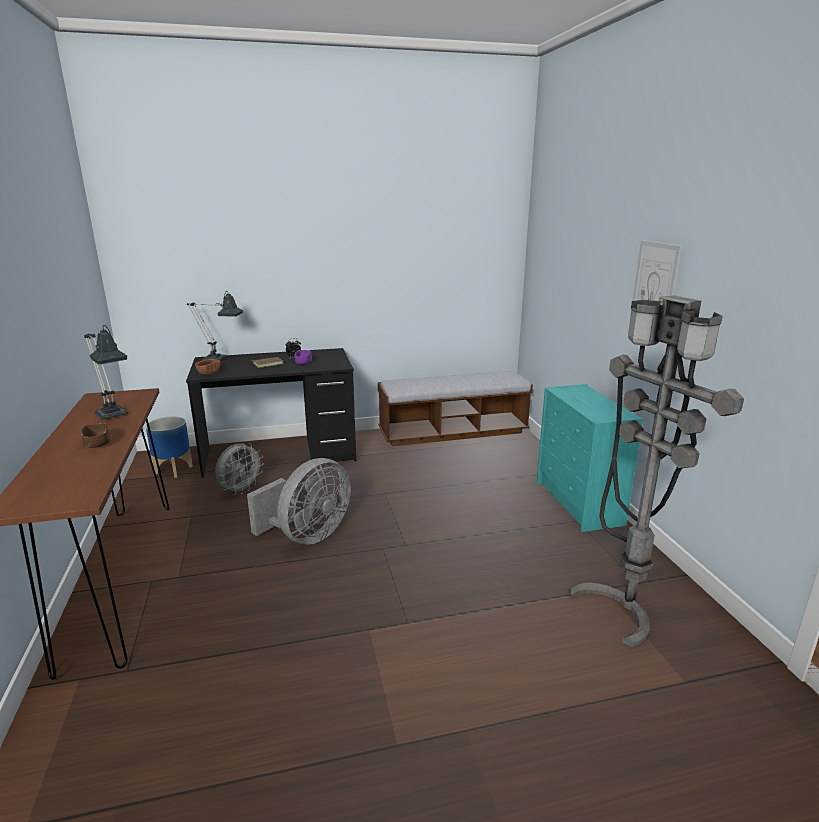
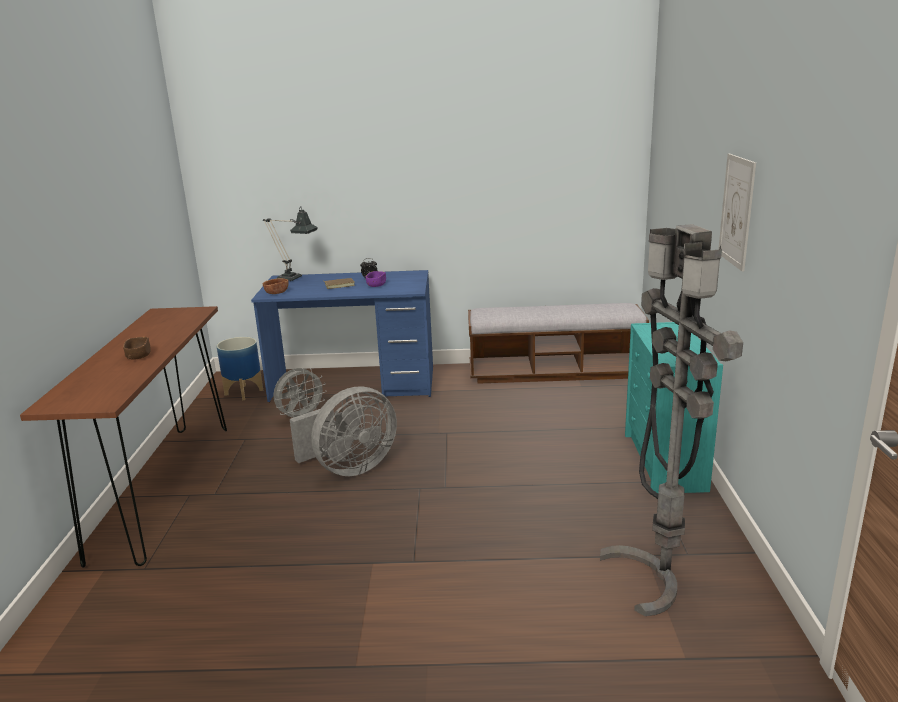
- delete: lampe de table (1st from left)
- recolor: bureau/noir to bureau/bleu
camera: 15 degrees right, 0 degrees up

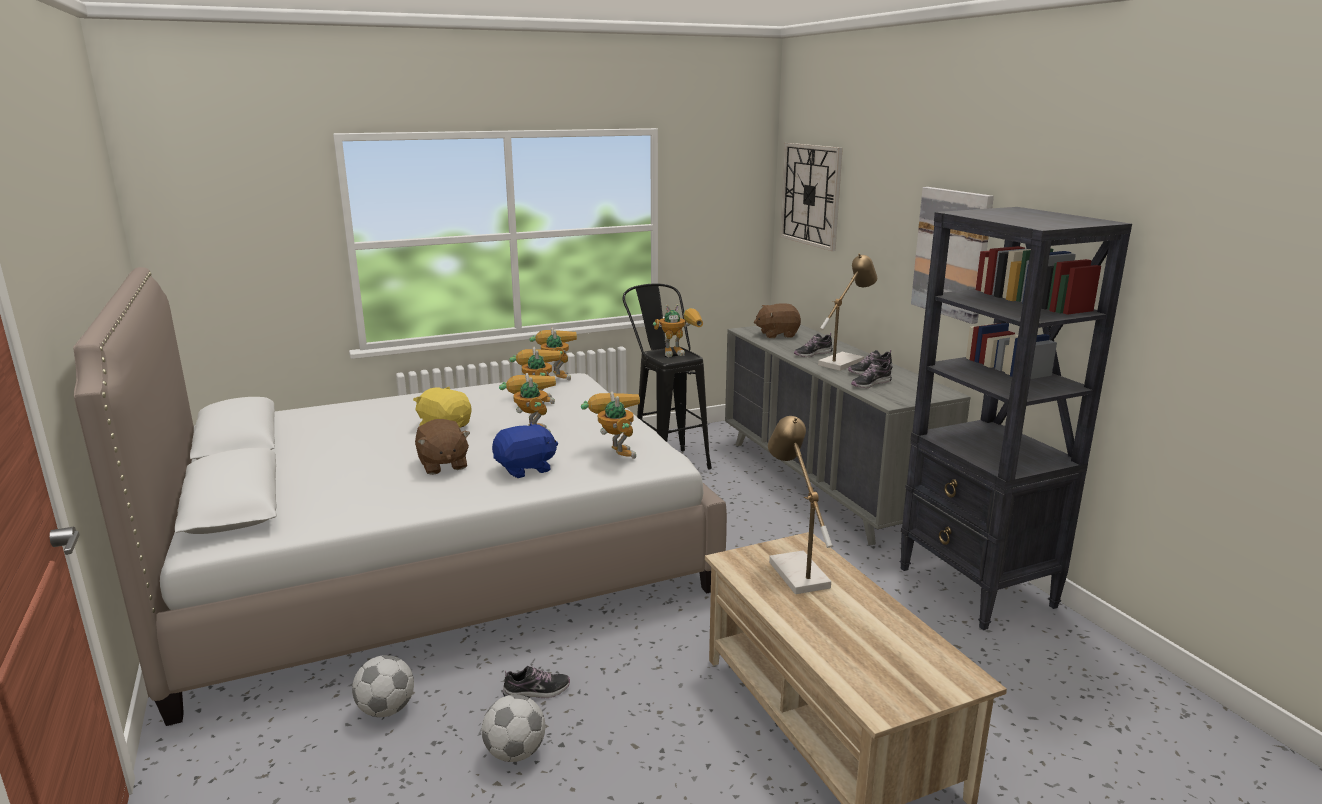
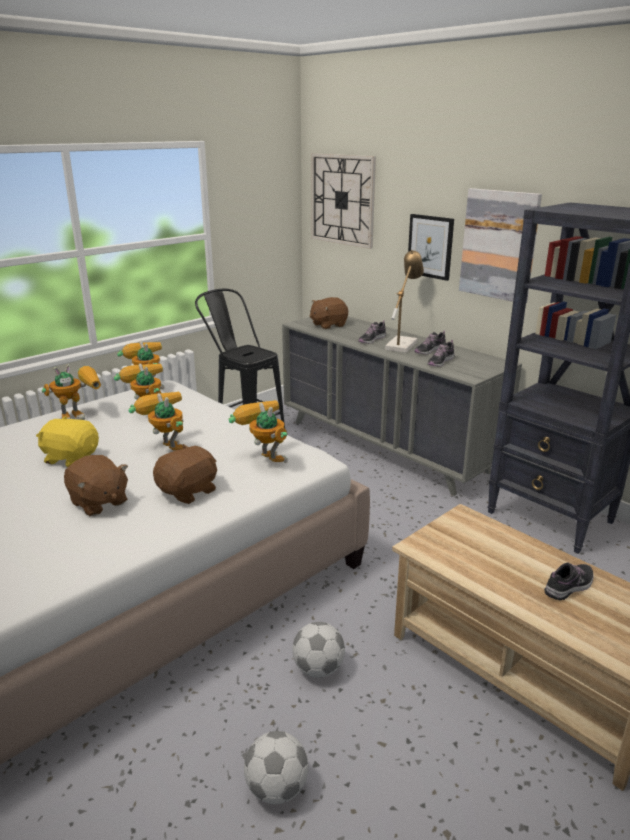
- move: robot jouet (5th from left in the first image) to robot jouet (1st from left)
- delete: lampe de table (1st from left)
- recolor: peluche/bleu to peluche/marron (2nd from left)
- move: ballon de foot (1st from left in the first image) to ballon de foot (2nd from left)
- move: chaussure (1st from left in the first image) to chaussure (4th from left)
- insert: tableau (1st from left)
camera: 20 degrees left, 5 degrees up

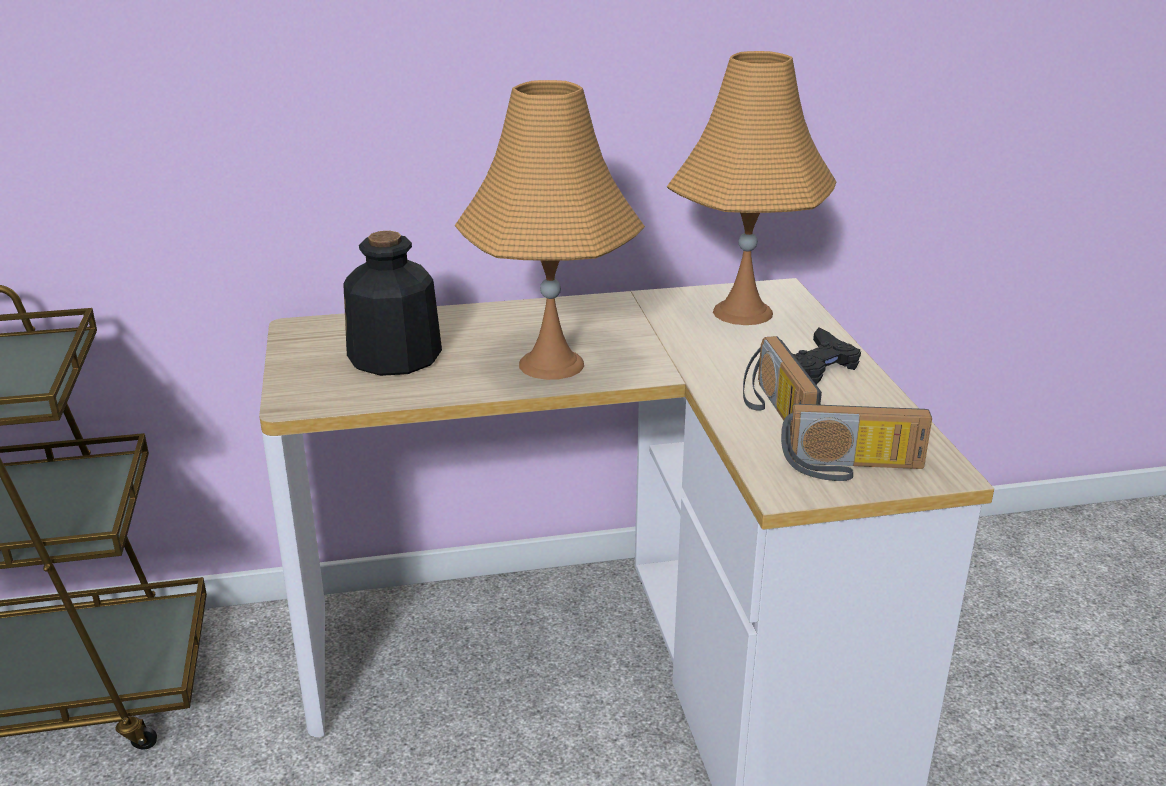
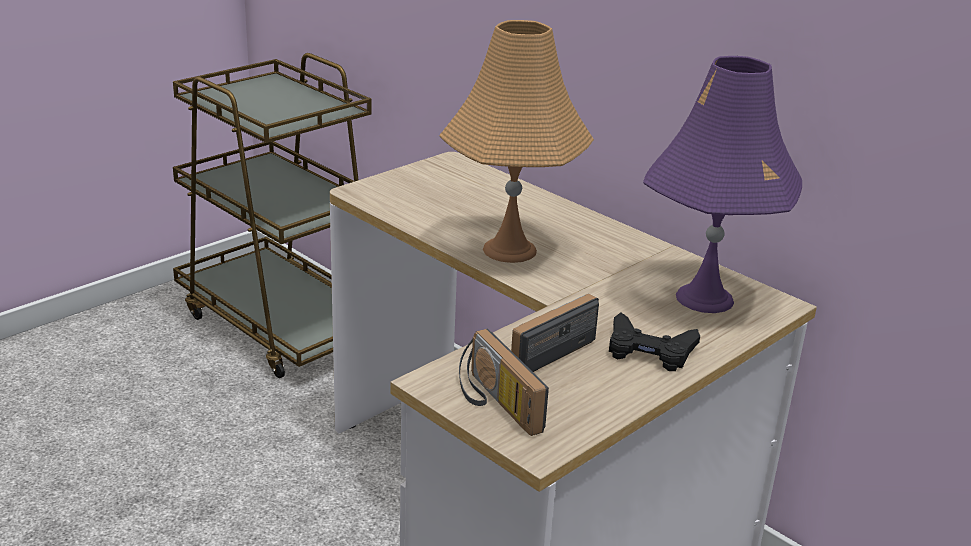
- recolor: lampe de table/orange (2nd from left) to lampe de table/violet
- delete: bouteille
camera: 55 degrees right, 0 degrees up

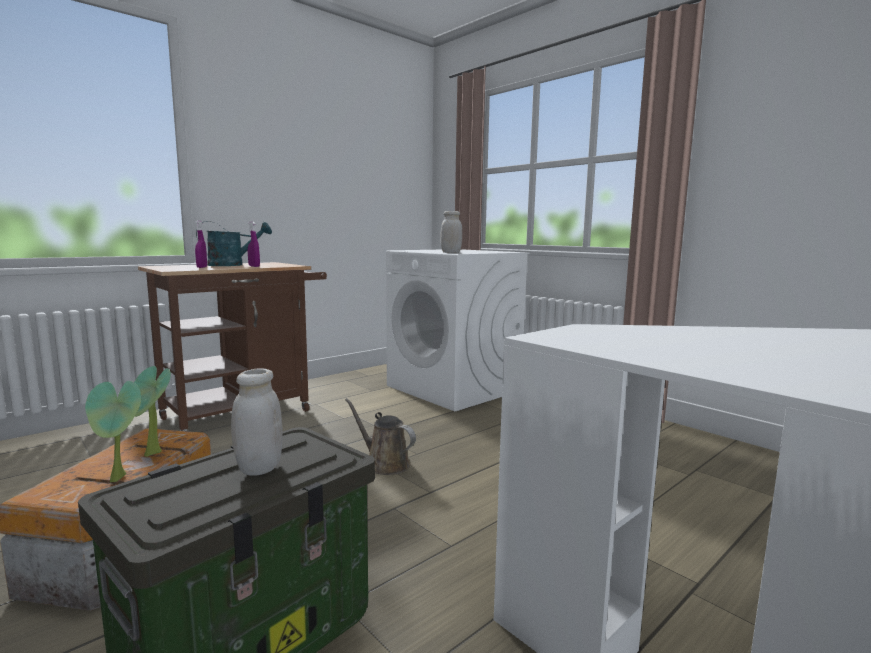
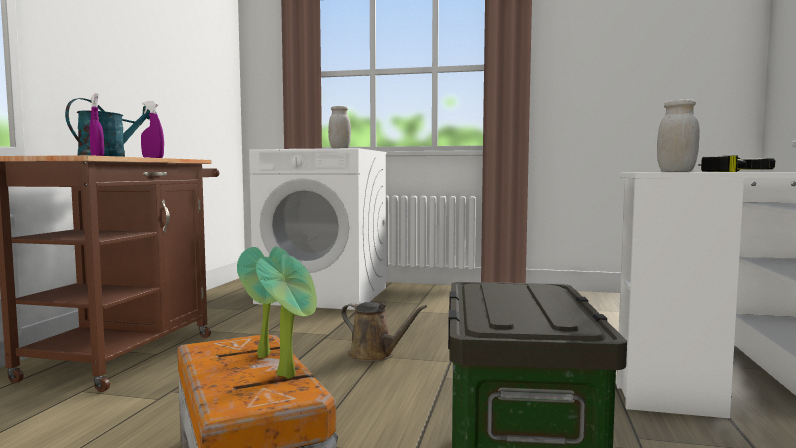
- move: bocal/blanc (1st from left in the first image) to bocal/blanc (2nd from left)
- rotate: arrosoir/marron 150 degrees counterclockwise
- insert: perceuse
camera: 35 degrees left, 5 degrees down

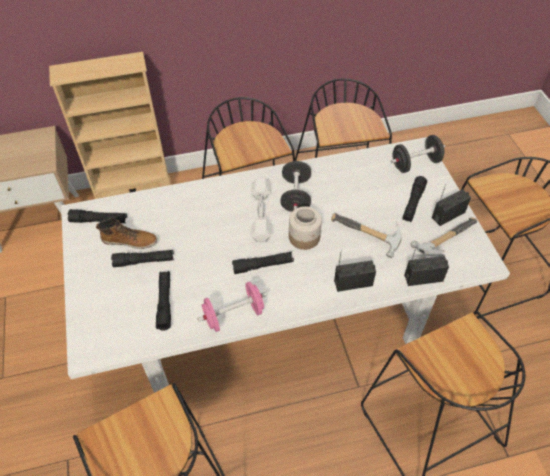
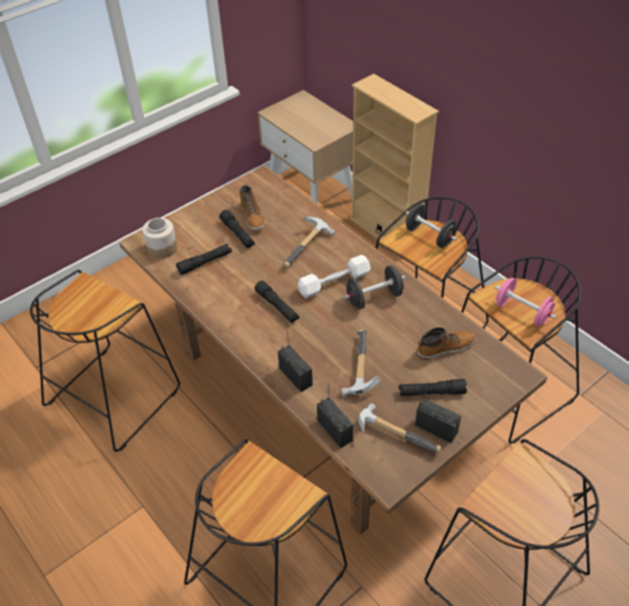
- move: haltère/noir (2nd from left)
- recolor: table à manger/blanc to table à manger/marron
- move: bocal
- delete: lampe de poche/noir (1st from left)
- move: haltère/rose
- insert: marteau (1st from left)
- insert: botte (2nd from left)
camera: 65 degrees right, 5 degrees down

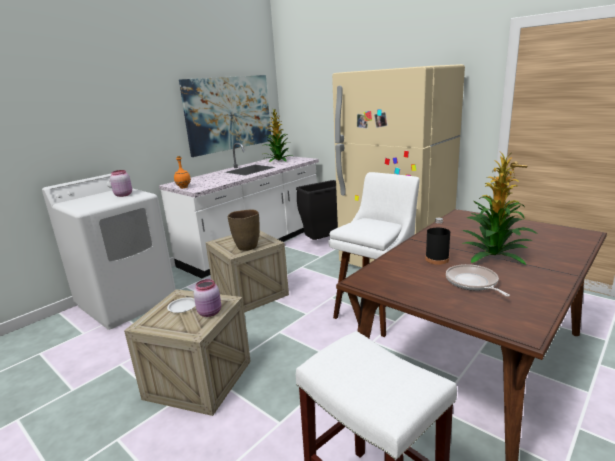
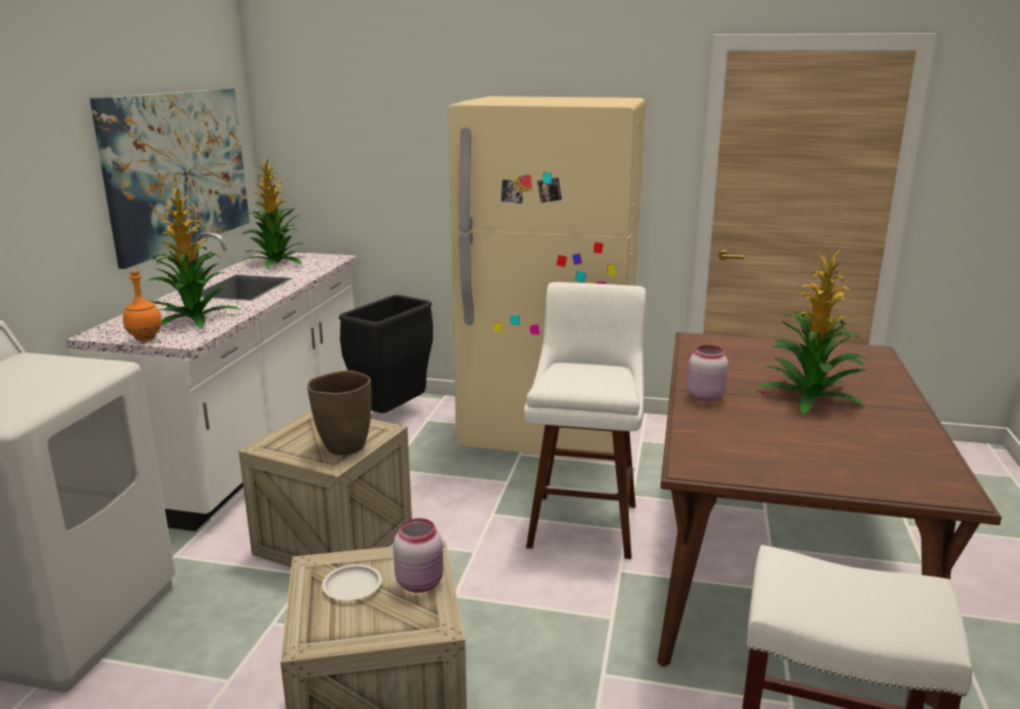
- move: bocal/rose (1st from left in the first image) to bocal/rose (2nd from left)
- delete: bouteille/noir
- delete: poêle
- insert: plante en pot (1st from left)
camera: 30 degrees left, 0 degrees up

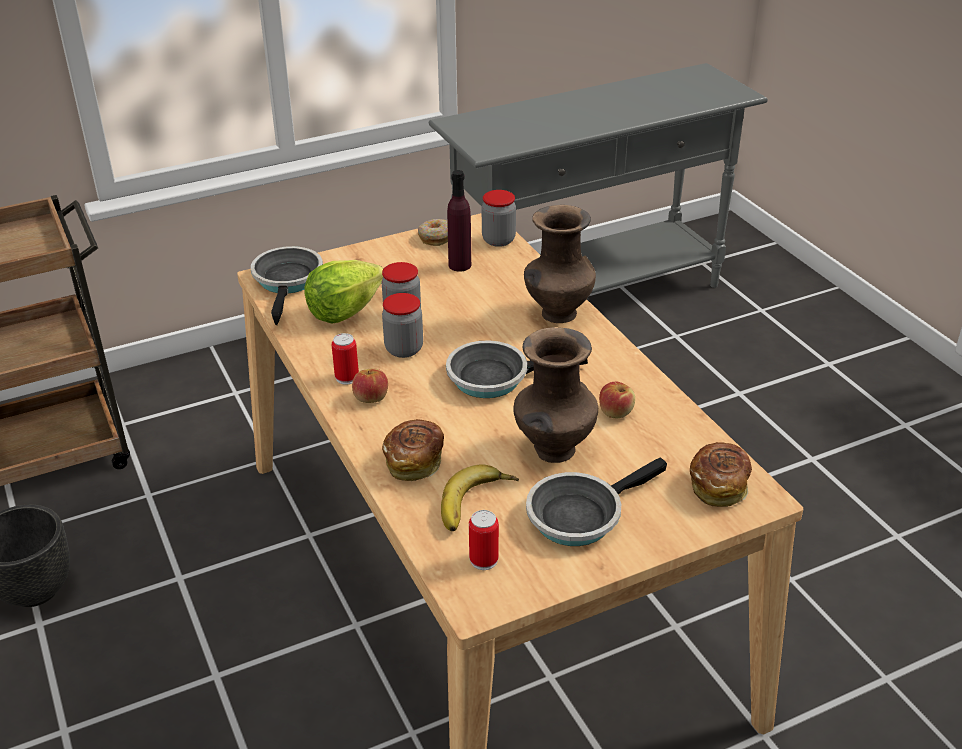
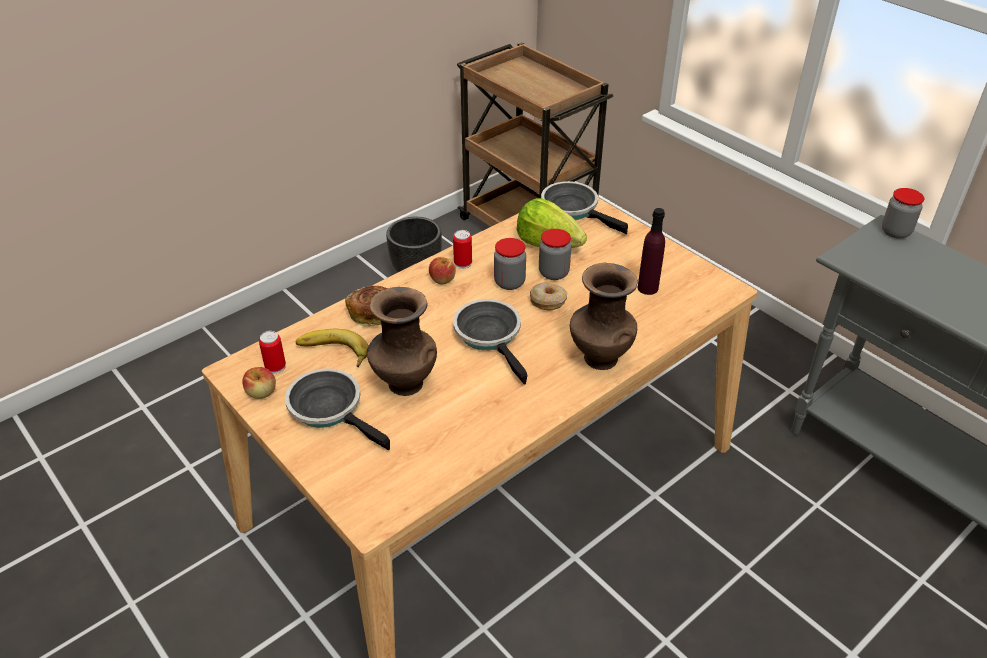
- move: bocal (3rd from left)
- move: beignet
- rotate: poêle (1st from left in the first image) 120 degrees counterclockwise
- move: pomme (2nd from left in the first image) to pomme (1st from left)
- delete: pain (2nd from left)
camera: 75 degrees right, 5 degrees up

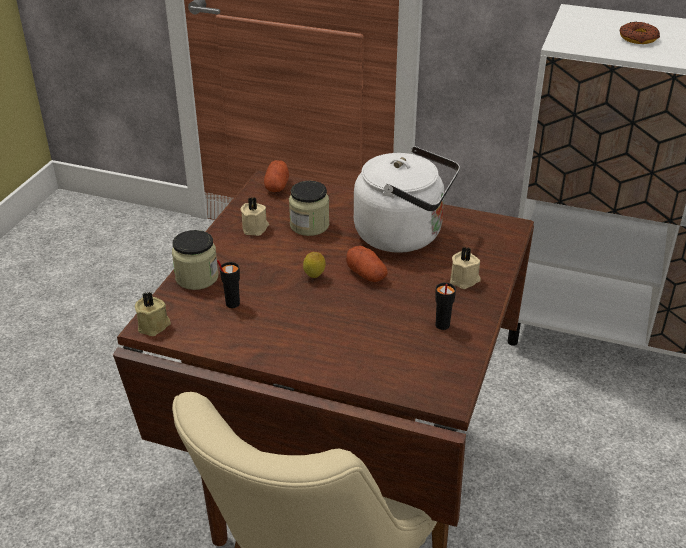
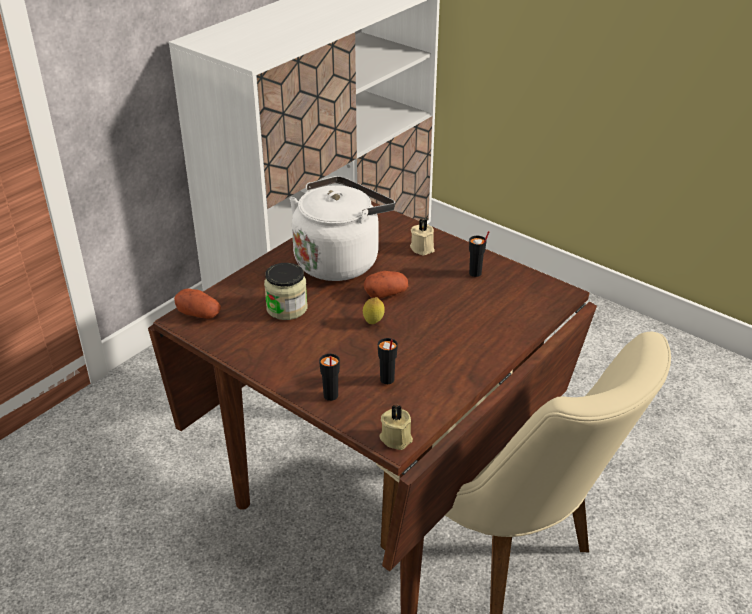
- delete: beignet
- delete: bougie/beige (2nd from left)
- replace: bocal (1st from left) to tasse/noir (1st from left)
camera: 70 degrees left, 0 degrees up

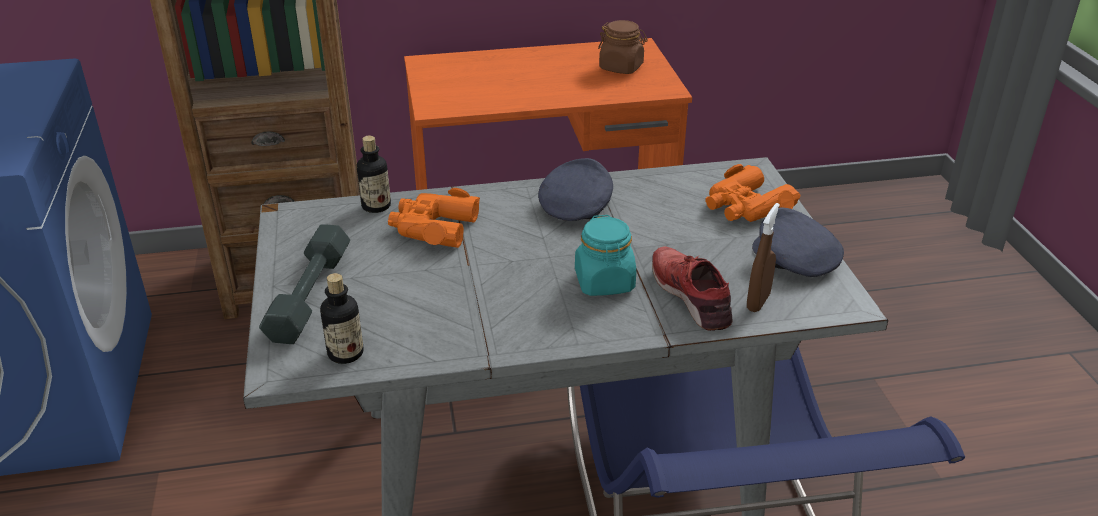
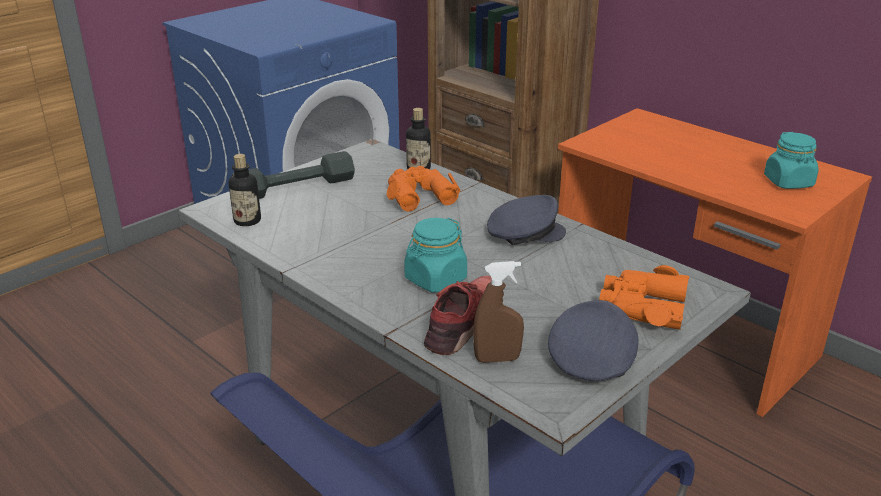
- recolor: bocal/marron to bocal/turquoise (2nd from left)
camera: 55 degrees right, 5 degrees down

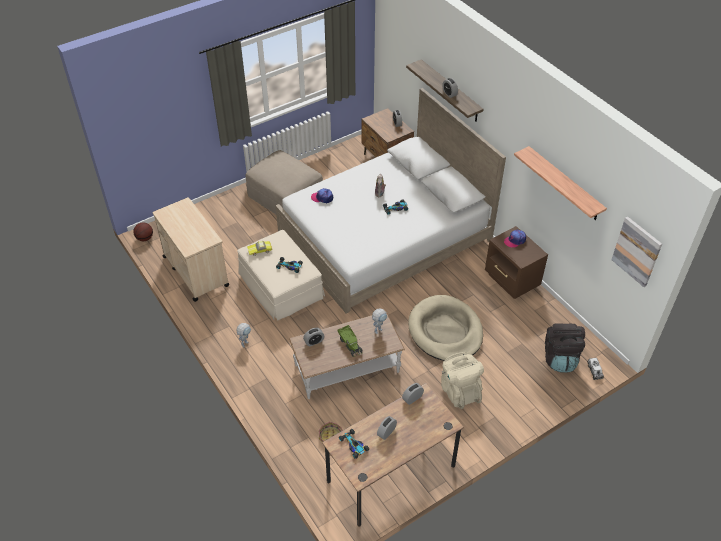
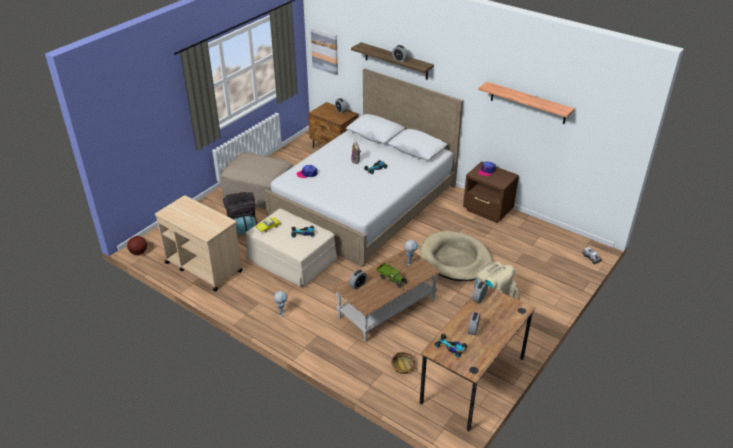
- move: tableau
- move: sac à dos/noir
camera: 20 degrees left, 10 degrees down

